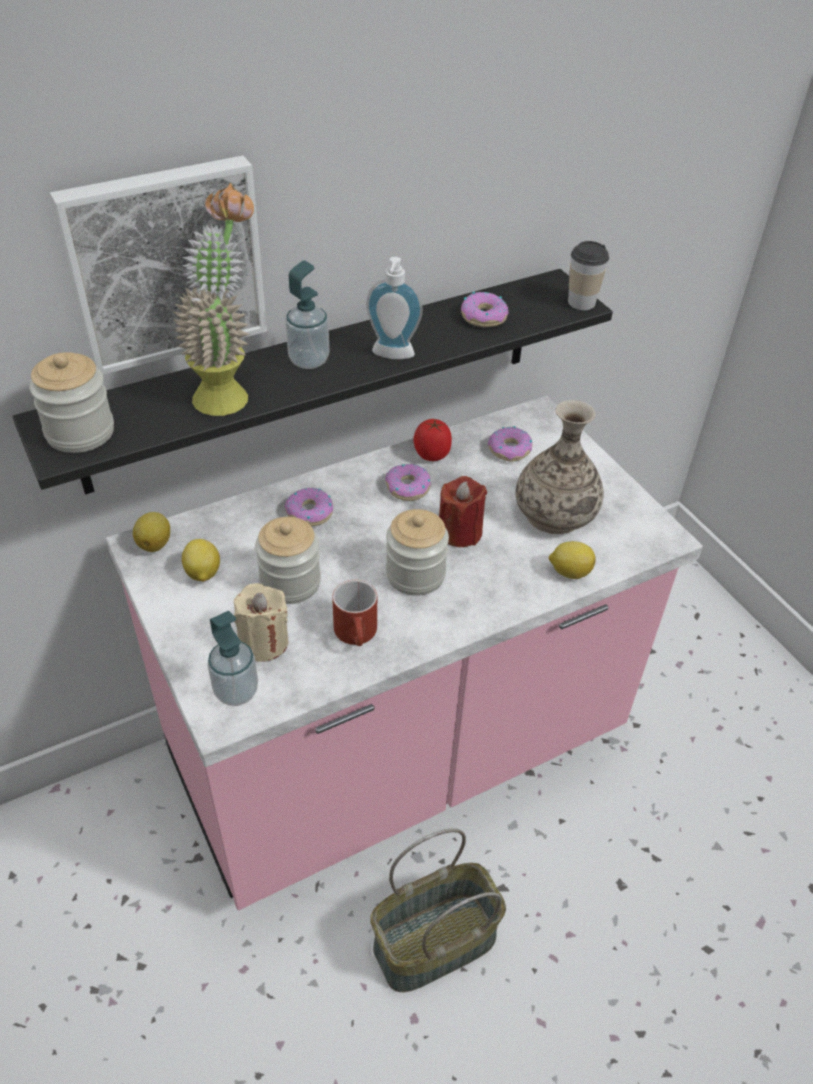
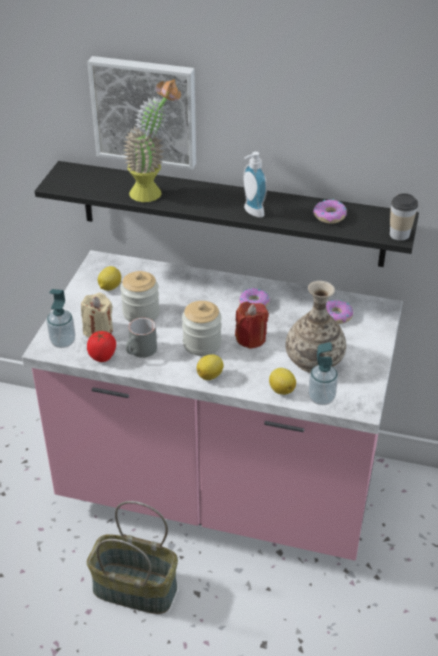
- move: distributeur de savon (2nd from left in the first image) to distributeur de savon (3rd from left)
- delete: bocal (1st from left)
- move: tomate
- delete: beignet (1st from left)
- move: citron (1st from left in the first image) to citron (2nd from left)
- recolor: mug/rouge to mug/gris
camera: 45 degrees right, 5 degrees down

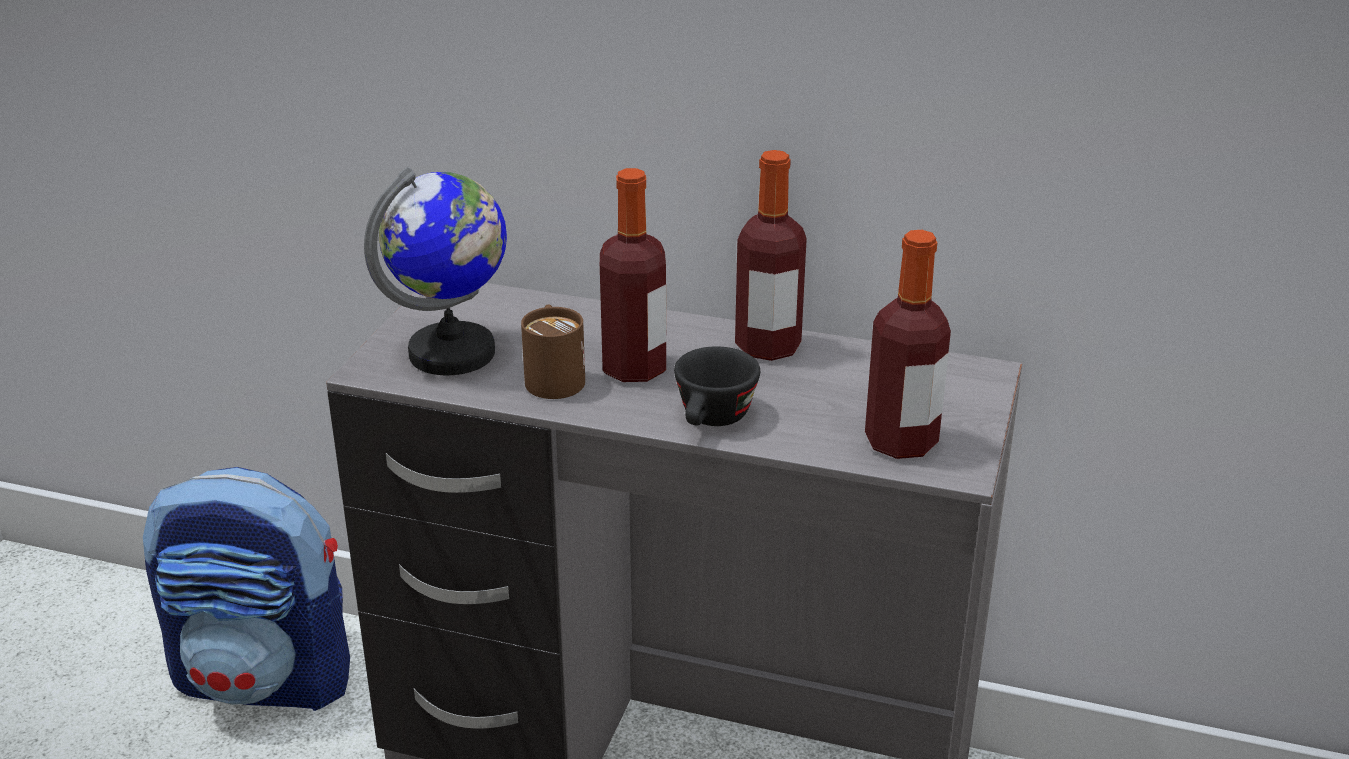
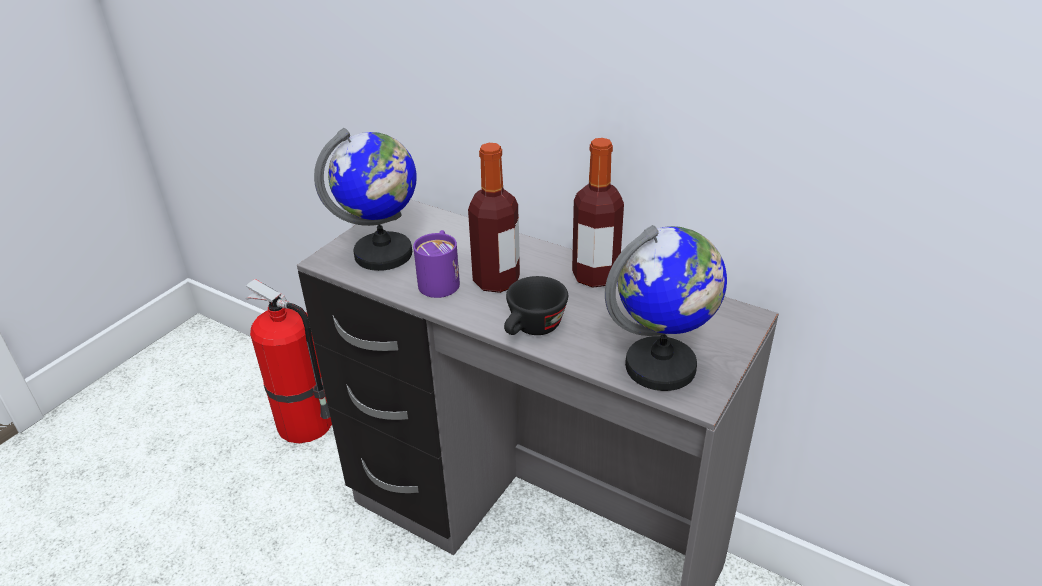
- replace: bouteille (3rd from left) to globe (2nd from left)
- recolor: mug/marron to mug/violet
- replace: sac à dos to extincteur
camera: 15 degrees right, 5 degrees up

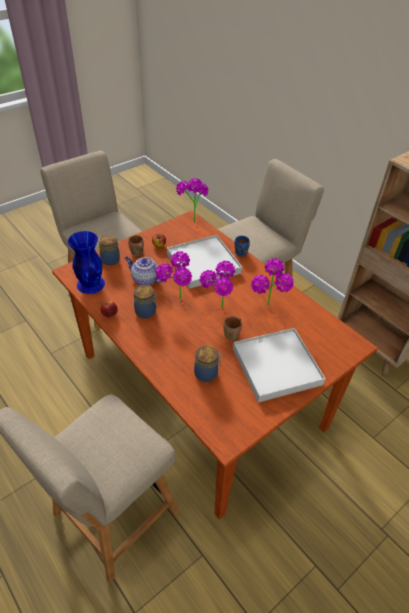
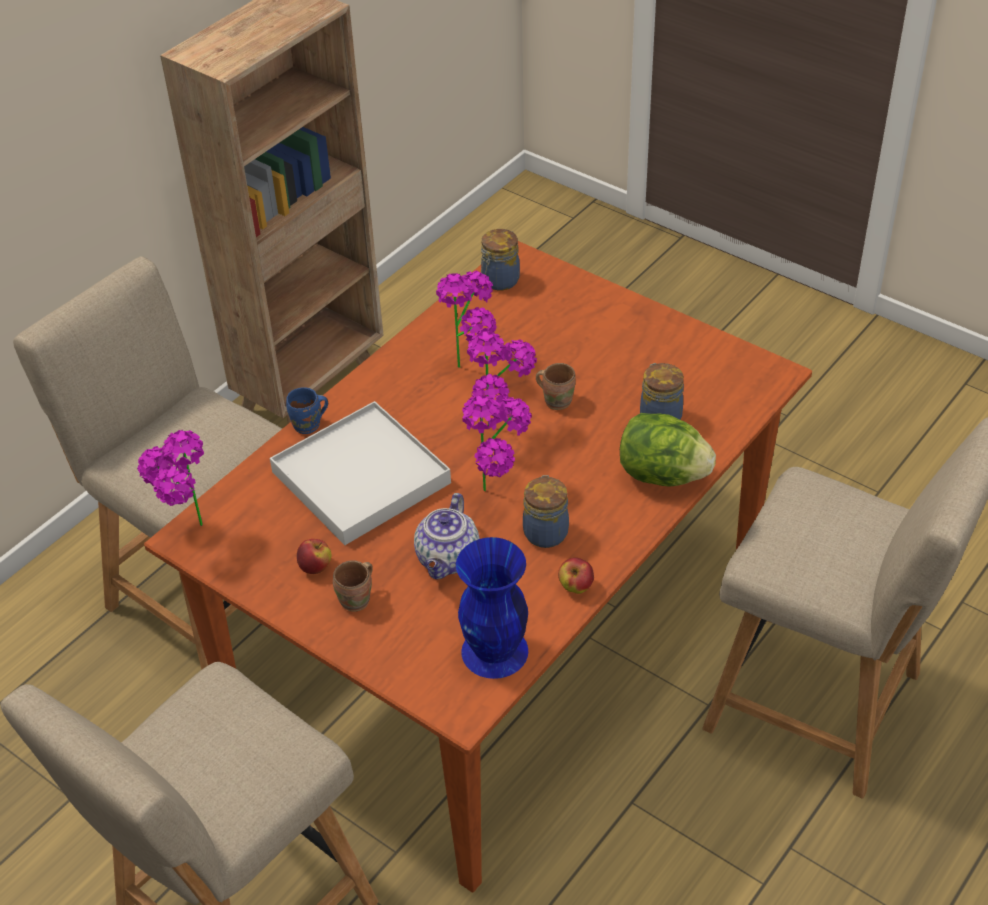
- move: bocal (1st from left)
- delete: plateau/blanc (2nd from left)
- insert: laitue
camera: 100 degrees left, 0 degrees up

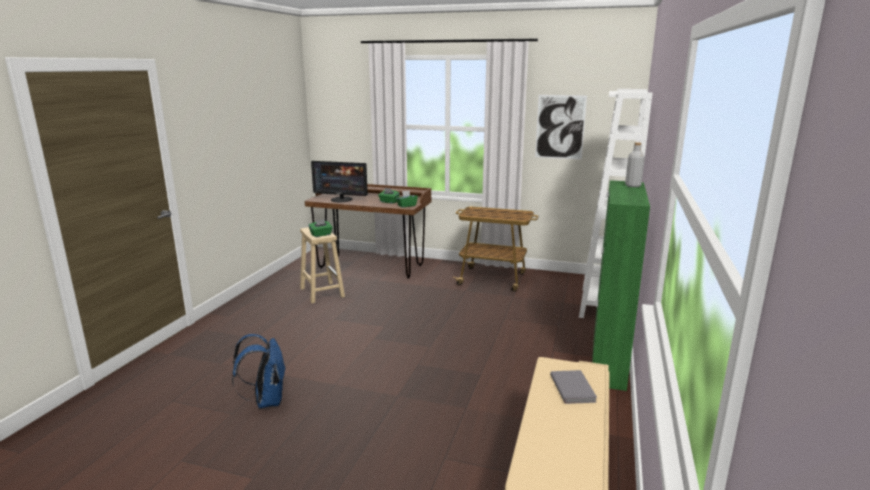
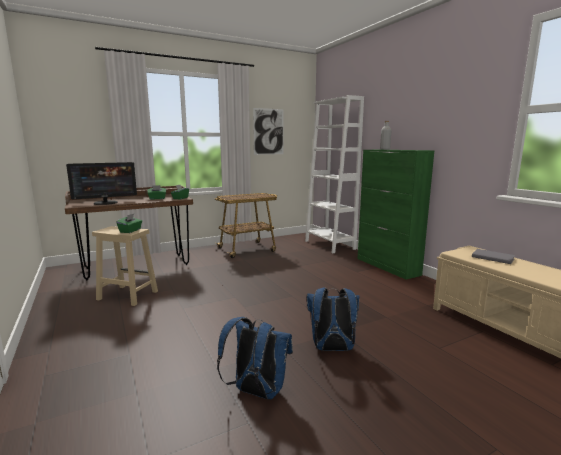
- insert: sac à dos/bleu (2nd from left)
camera: 45 degrees left, 5 degrees down

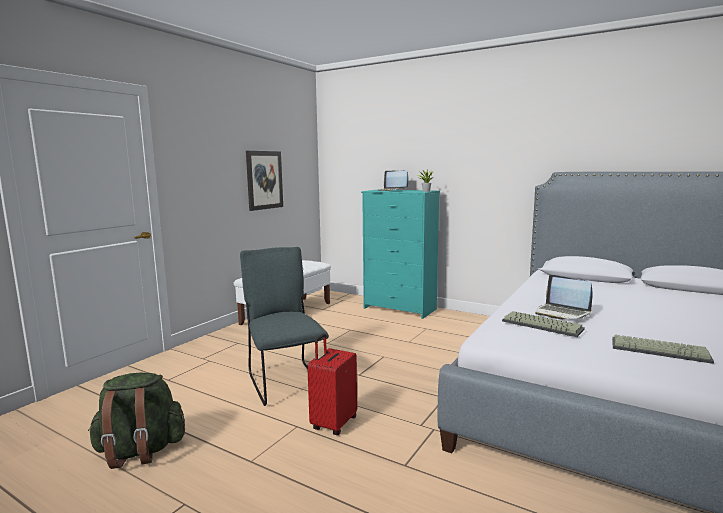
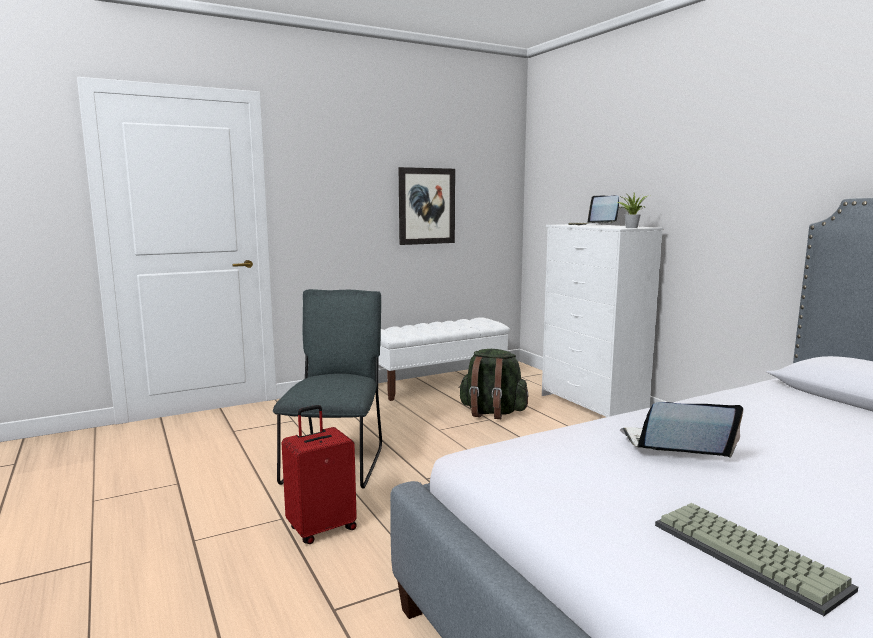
- recolor: commode/turquoise to commode/blanc
- rotate: ordinateur portable (2nd from left) 105 degrees clockwise
- delete: clavier (1st from left)
- move: sac à dos/vert
camera: 30 degrees right, 0 degrees up

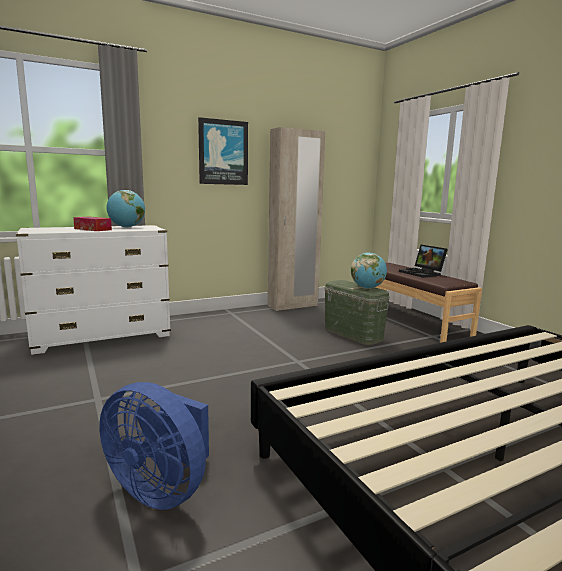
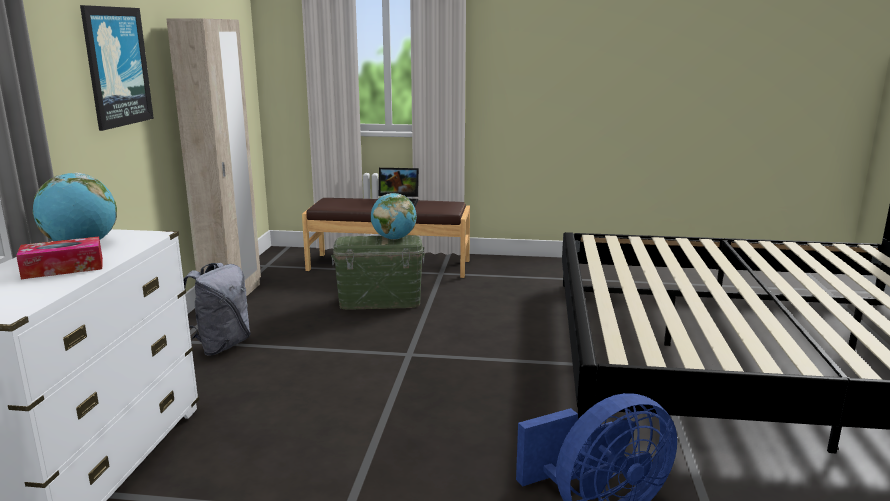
- insert: sac à dos/gris
camera: 55 degrees left, 5 degrees up

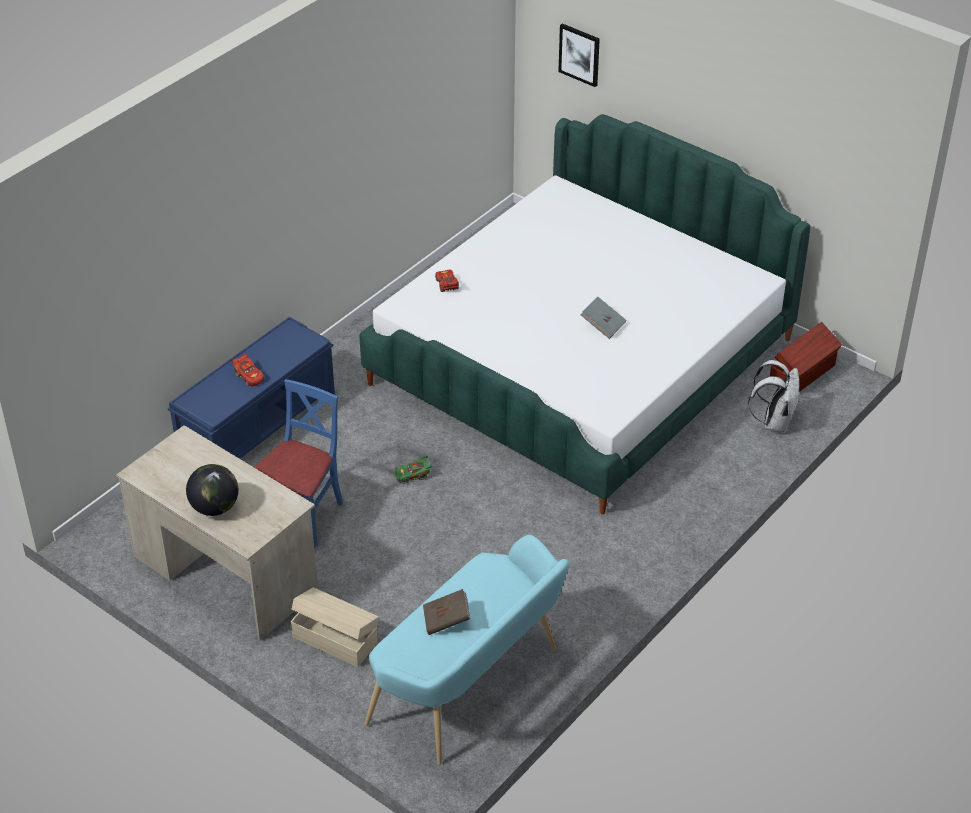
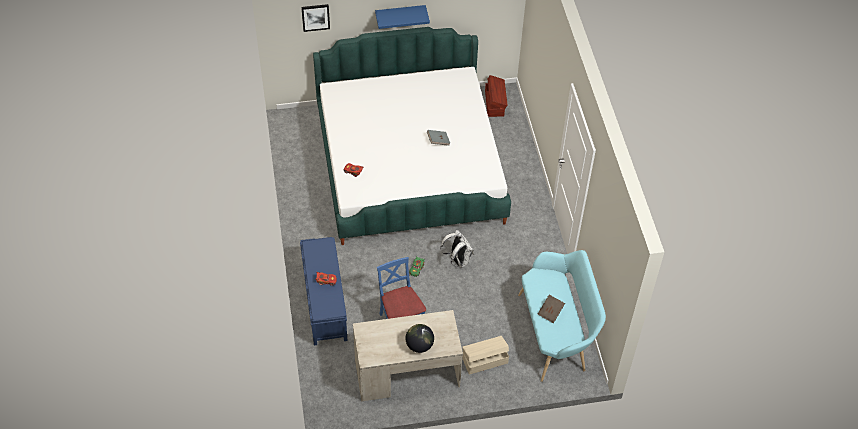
- move: sac à dos/blanc
- insert: étagère/bleu
camera: 50 degrees left, 10 degrees up

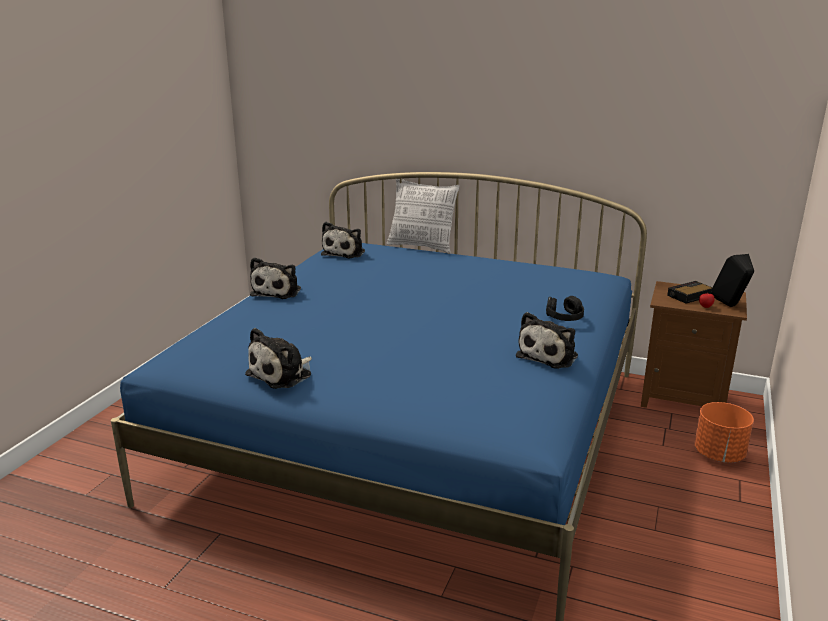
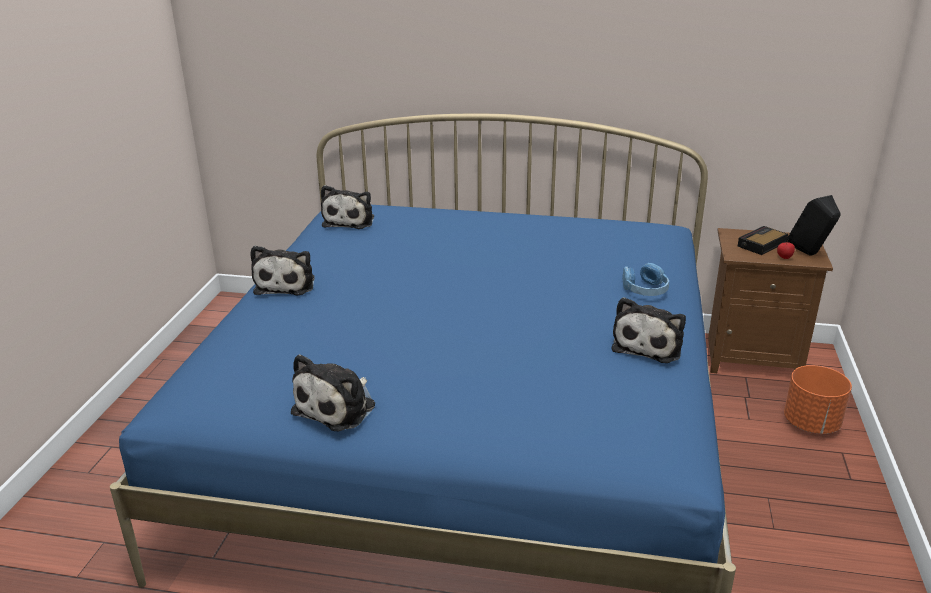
- delete: coussin
- recolor: casque audio/noir to casque audio/bleu
camera: 10 degrees left, 5 degrees up

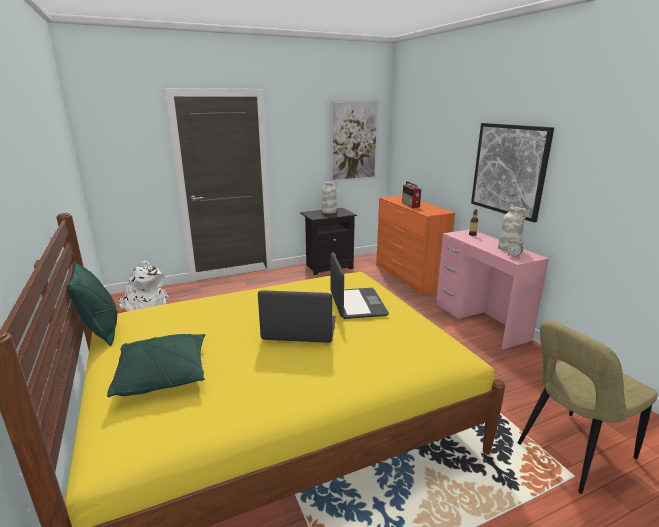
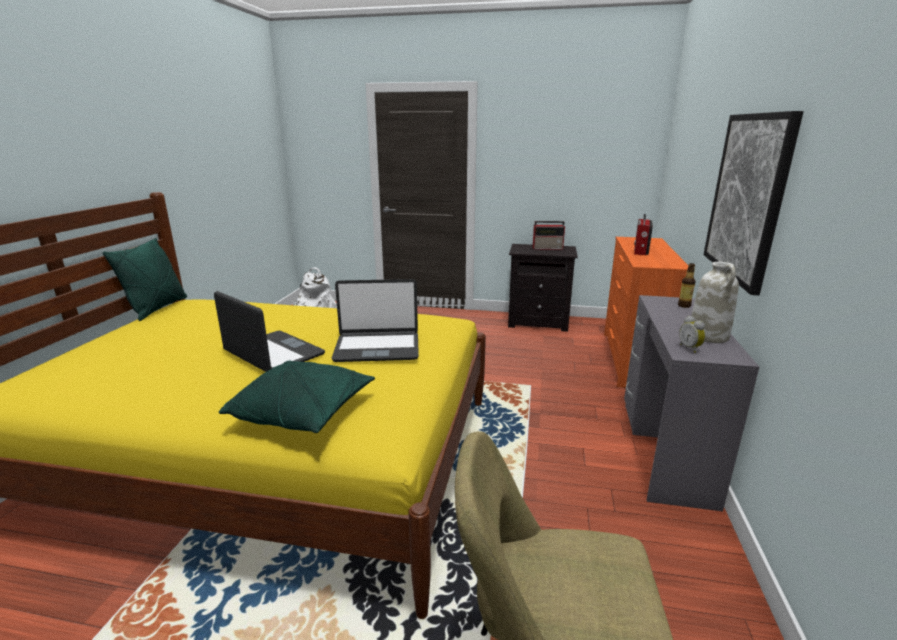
- delete: tableau (1st from left)
- replace: vase/blanc (1st from left) to radio (1st from left)
- recolor: bureau/rose to bureau/gris
- rotate: ordinateur portable (2nd from left) 60 degrees clockwise
- move: coussin/vert (2nd from left)
camera: 35 degrees right, 0 degrees up

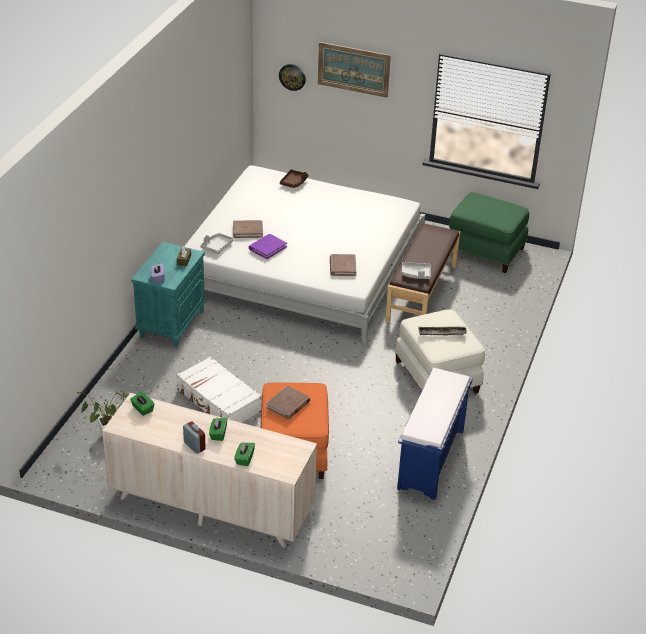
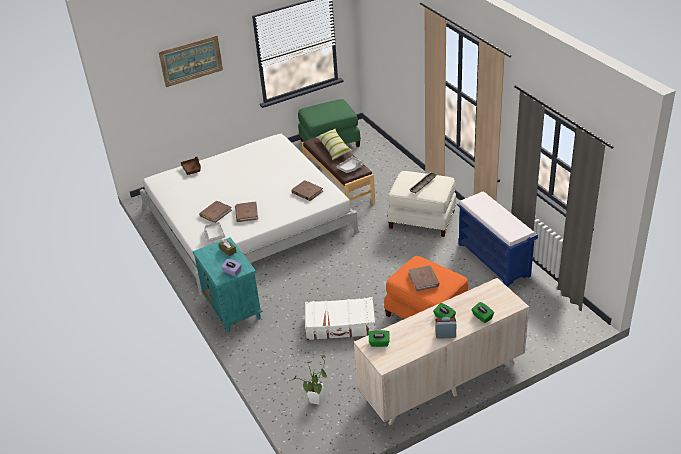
- delete: horloge murale
- recolor: livre/violet to livre/marron (2nd from left)
- insert: coussin
camera: 45 degrees left, 0 degrees up

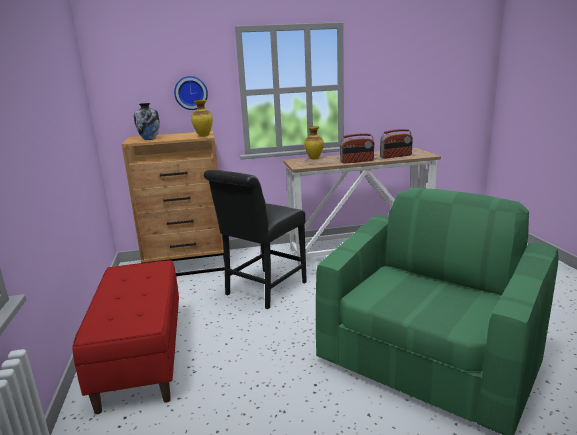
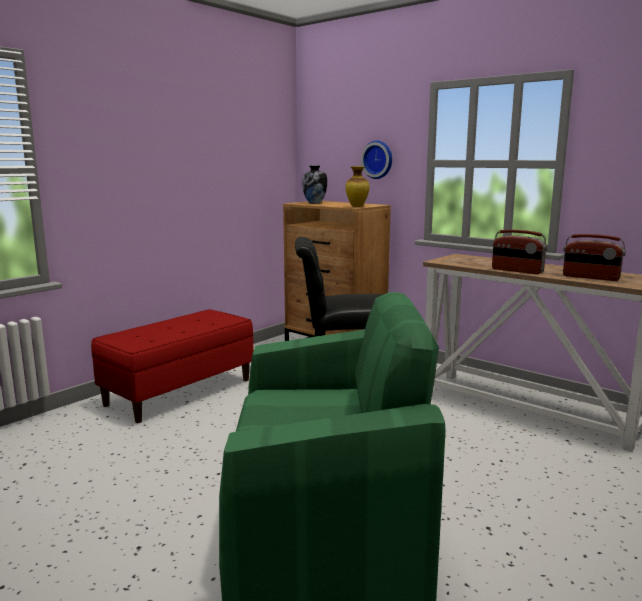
- delete: vase (3rd from left)
camera: 50 degrees right, 5 degrees down

